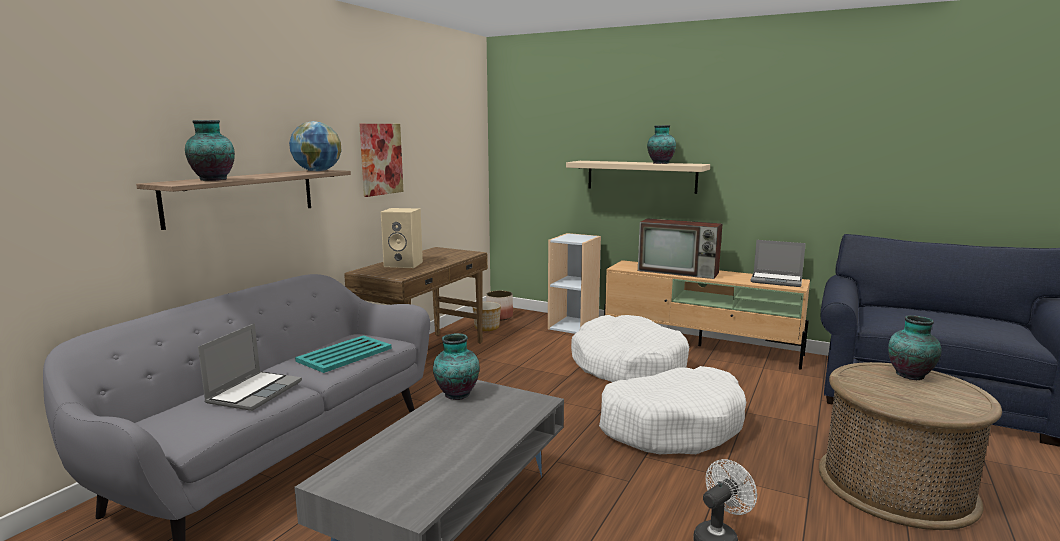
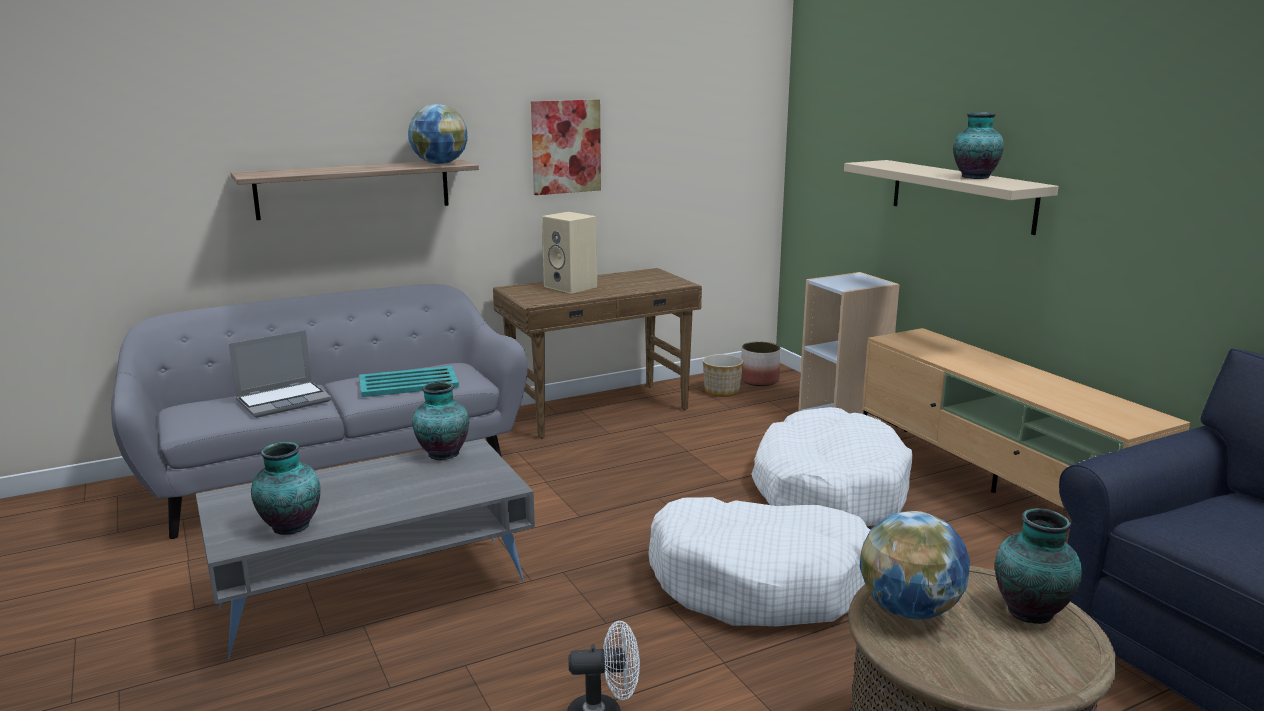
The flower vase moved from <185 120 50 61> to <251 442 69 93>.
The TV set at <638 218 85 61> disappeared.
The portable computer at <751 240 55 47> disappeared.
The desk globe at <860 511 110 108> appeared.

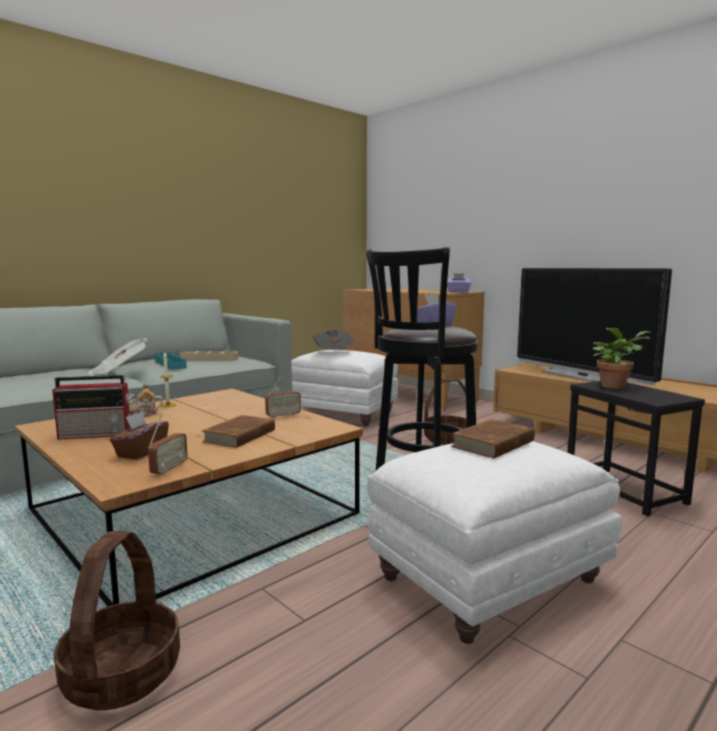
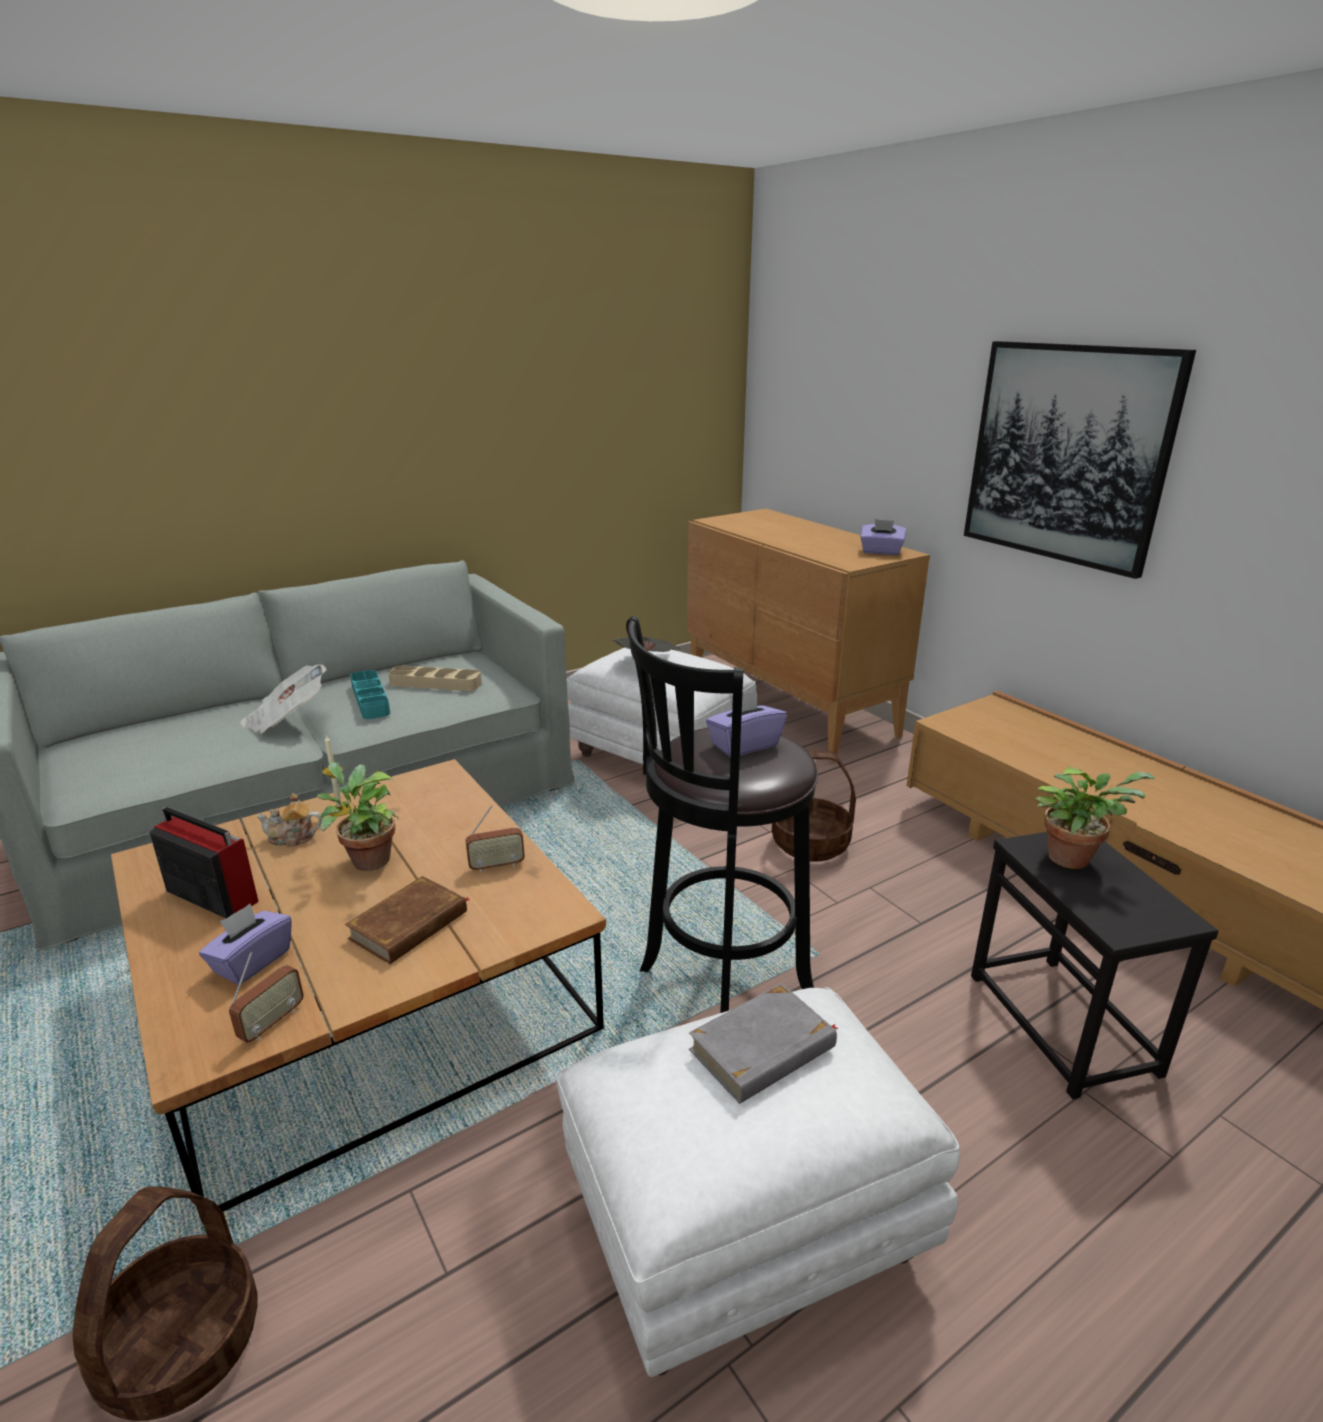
The radio at <52 375 80 65> turned 150 degrees counterclockwise.
The brown tissue box at <110 411 59 49> became the purple tissue box at <199 904 93 81>.
The brown book at <451 419 84 40> became the grey book at <689 983 149 121>.
The TV set at <517 268 155 118> disappeared.
The plant in a pot at <317 762 82 109> appeared.
The picture at <964 341 232 238> appeared.

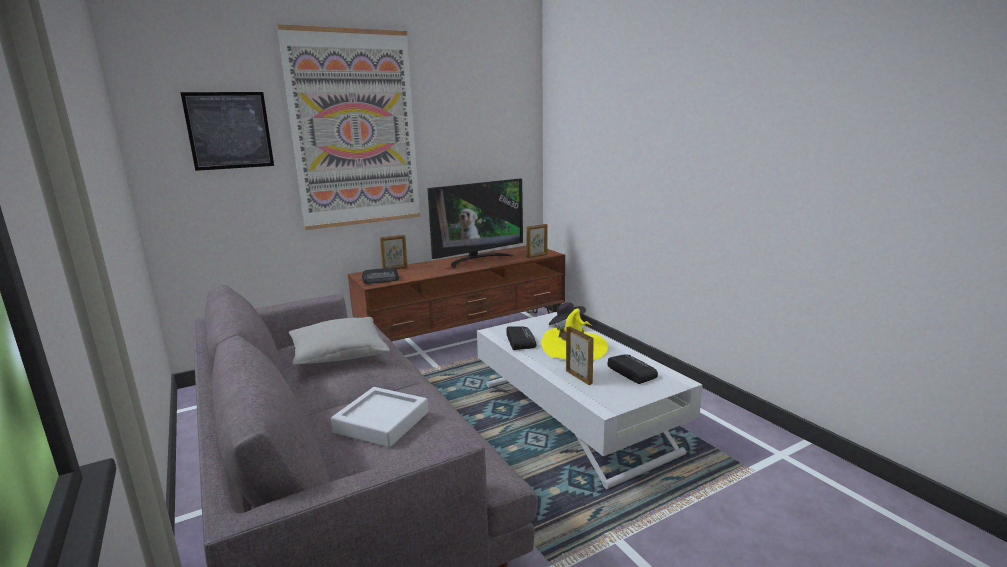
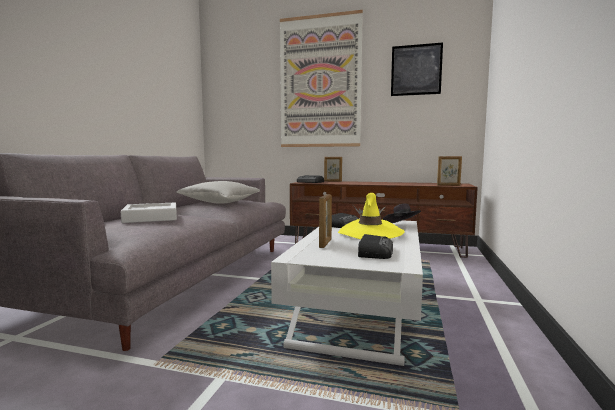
The picture moved from <180 92 94 79> to <391 43 52 53>.
The TV set at <427 178 96 90> disappeared.

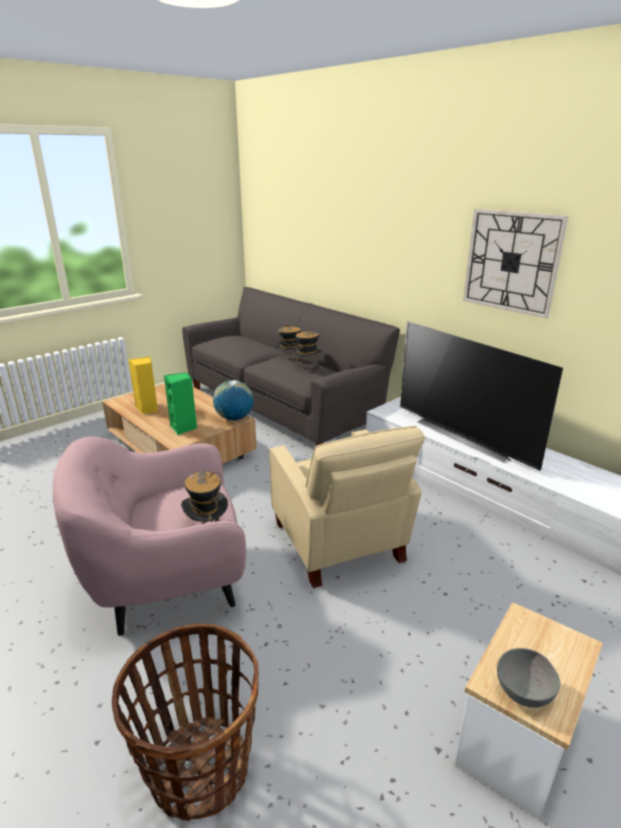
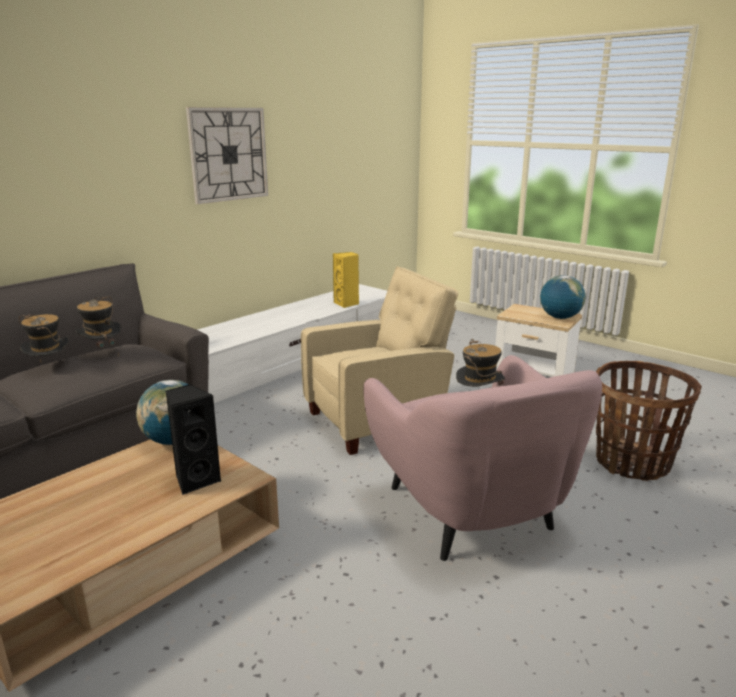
The yellow-coloured speaker moved from <128 356 29 58> to <333 252 26 56>.
The greenish speaker at <164 372 33 63> became the blackish speaker at <165 384 57 111>.
The TV set at <400 321 163 150> disappeared.
The grey serving bowl at <497 648 63 60> was replaced by the desk globe at <540 275 45 44>.

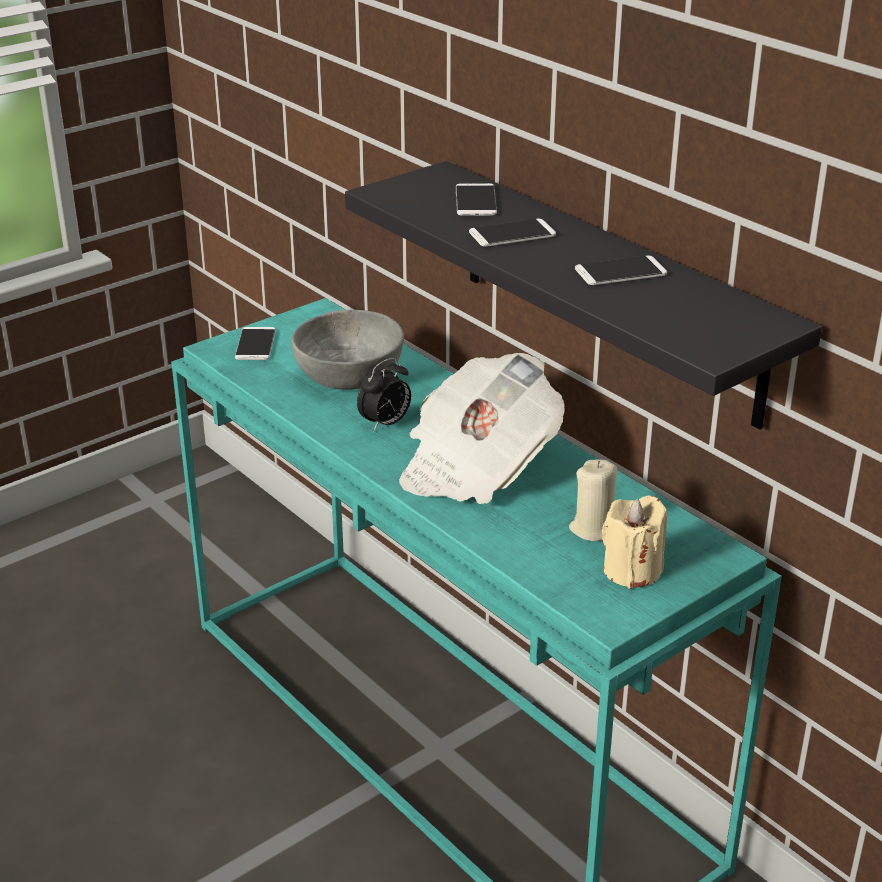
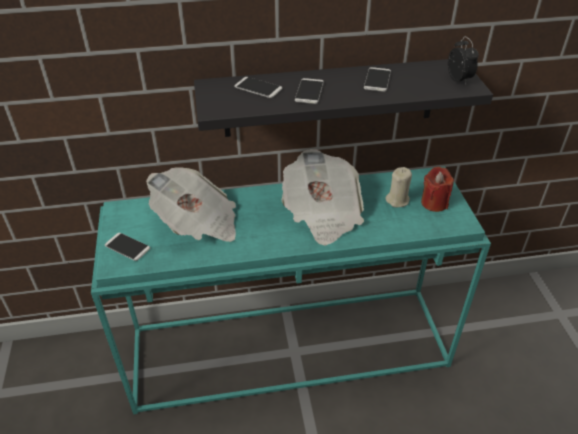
The grey serving bowl at <291 310 113 80> was replaced by the newspaper at <146 167 90 75>.
The table clock moved from <357 358 54 73> to <448 36 31 48>.
The sand-coloured candle at <602 495 65 94> became the reddish candle at <421 167 33 45>.

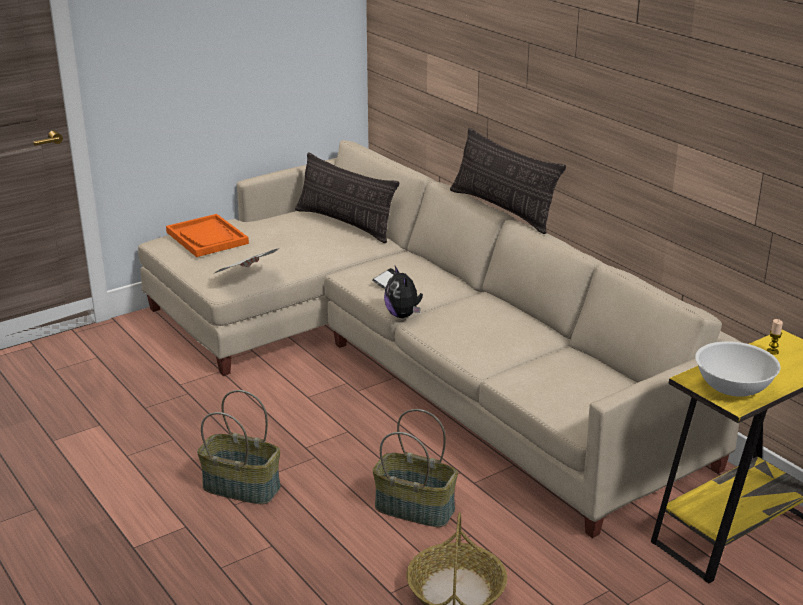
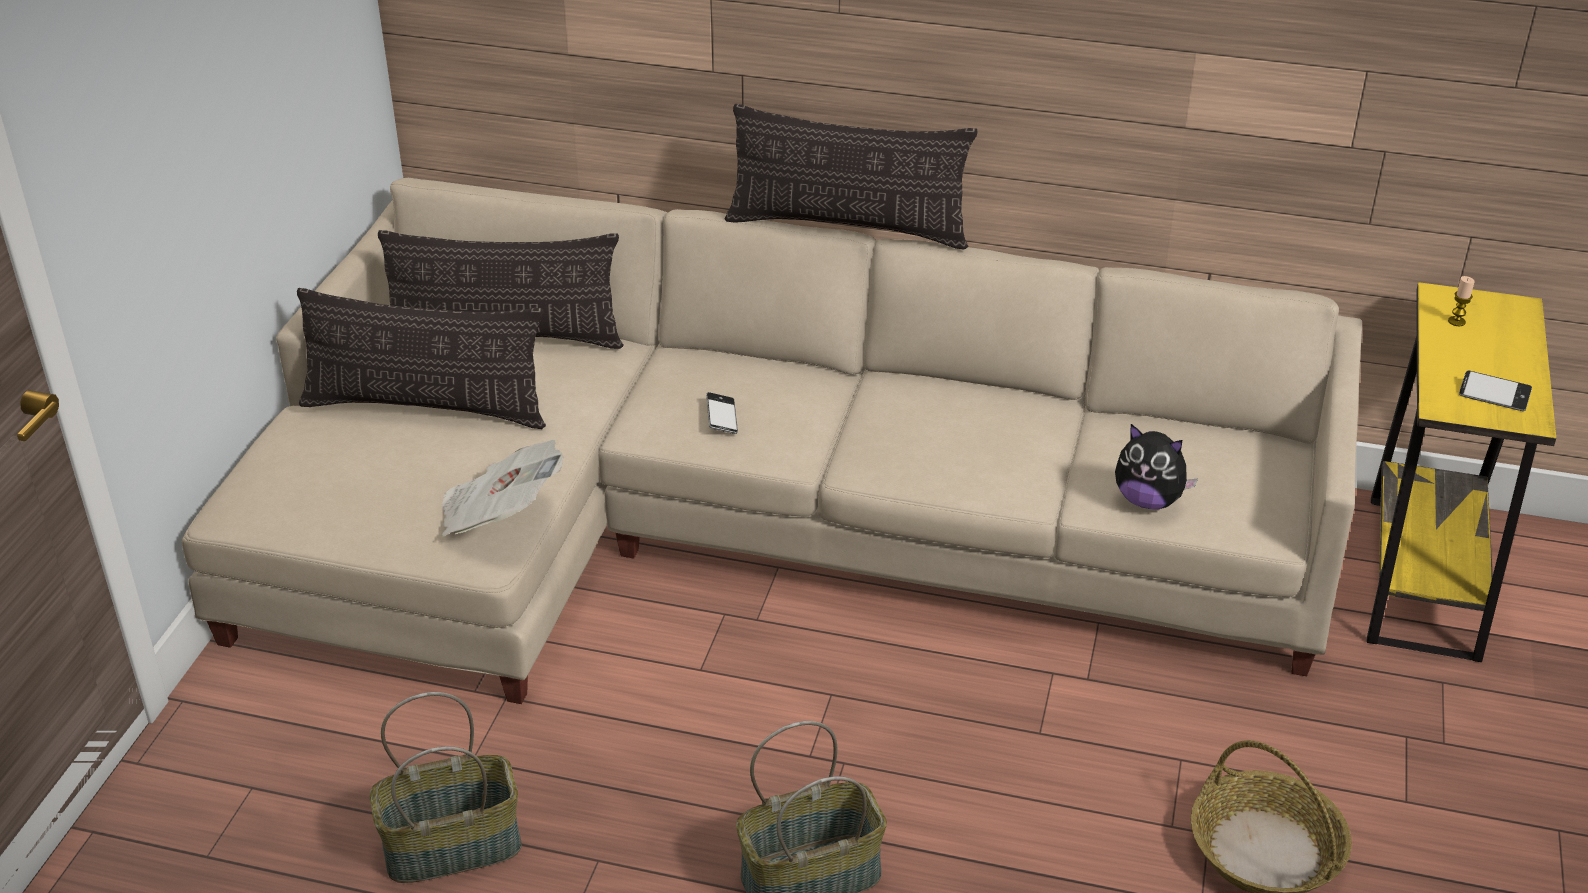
The orangey serving tray at <166 214 83 43> disappeared.
The household basket moved from <373 409 85 118> to <369 692 153 191>.
The soft toy moved from <384 266 39 52> to <1115 424 83 85>.
The white serving bowl at <695 341 86 56> was replaced by the handset at <1459 370 73 41>.
The cushion at <297 288 249 141> appeared.

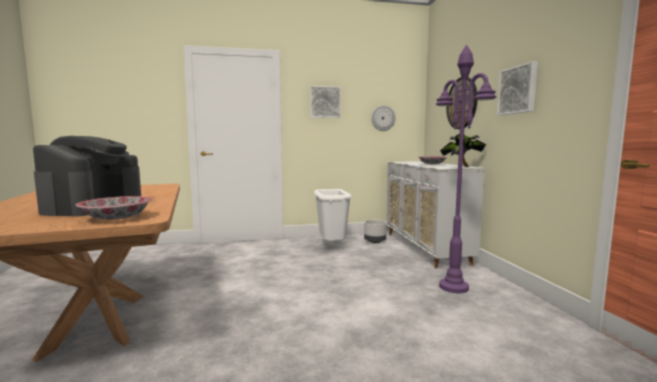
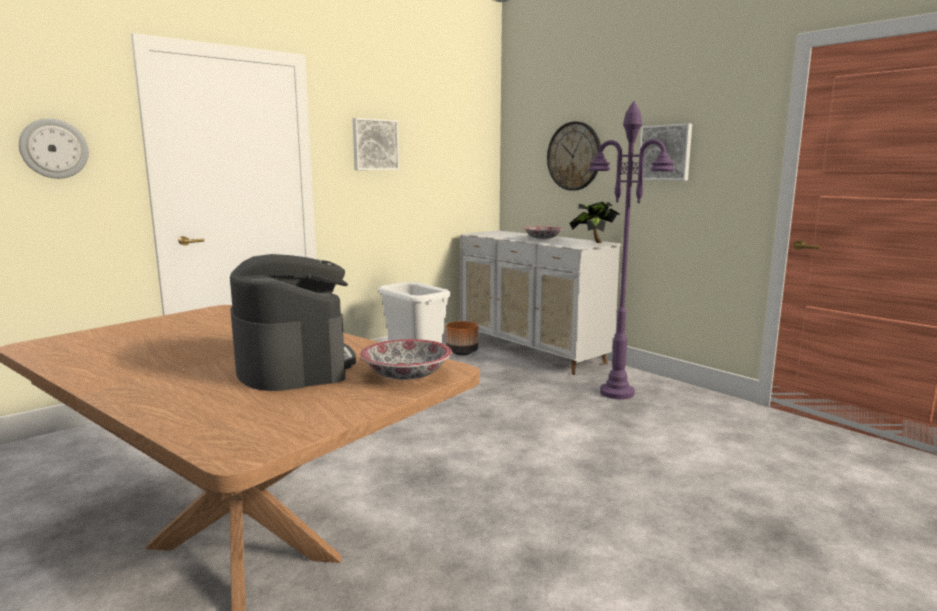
The grey flower pot at <364 220 23 23> became the orangey flower pot at <446 321 32 34>.
The clock on the wall moved from <371 105 24 26> to <19 118 70 61>.

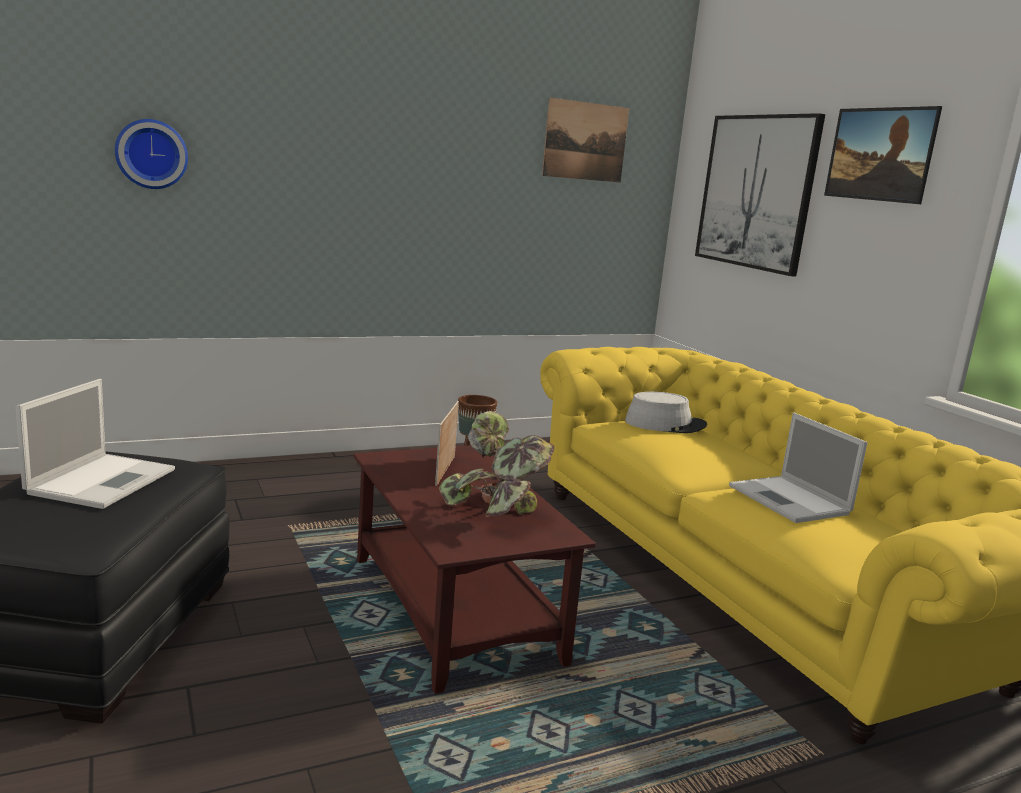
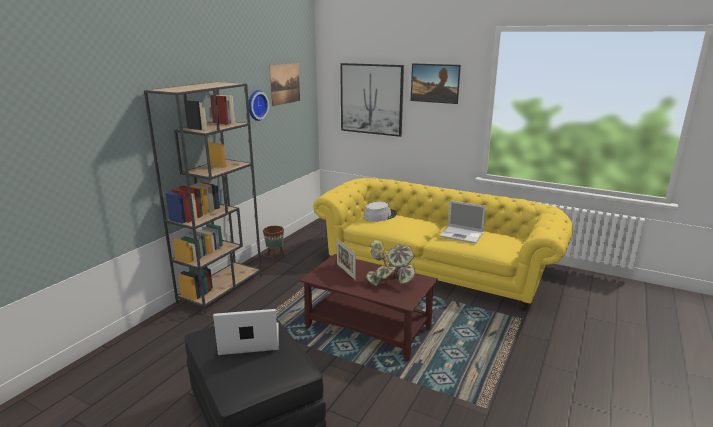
The portable computer at <16 379 159 130> turned 75 degrees counterclockwise.
The clock on the wall moved from <115 119 73 70> to <249 90 20 31>.
The shelving unit at <144 82 118 232> appeared.

